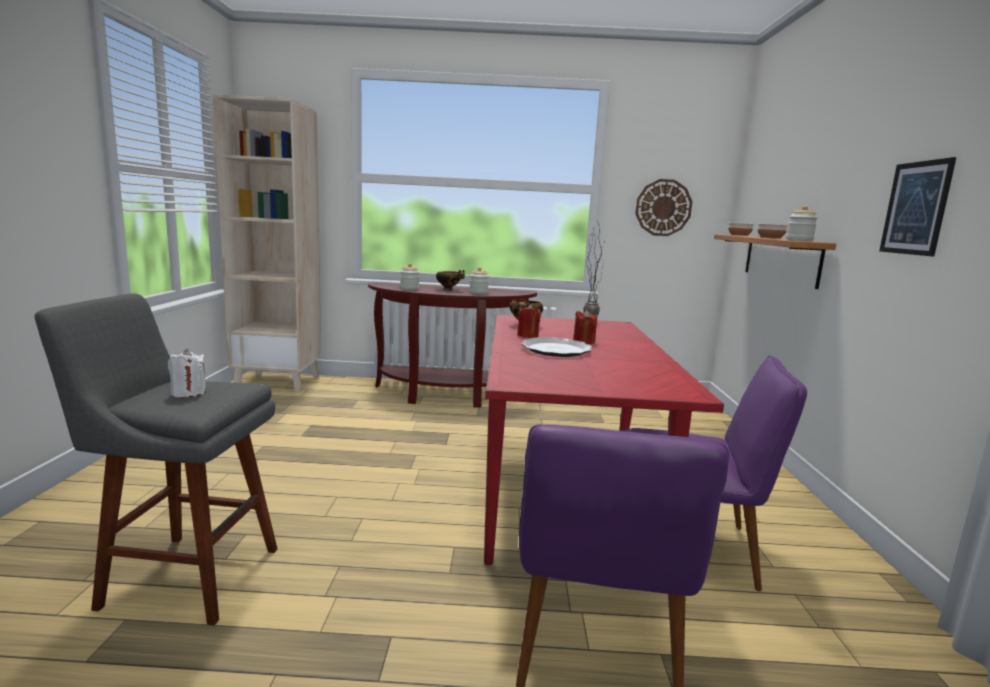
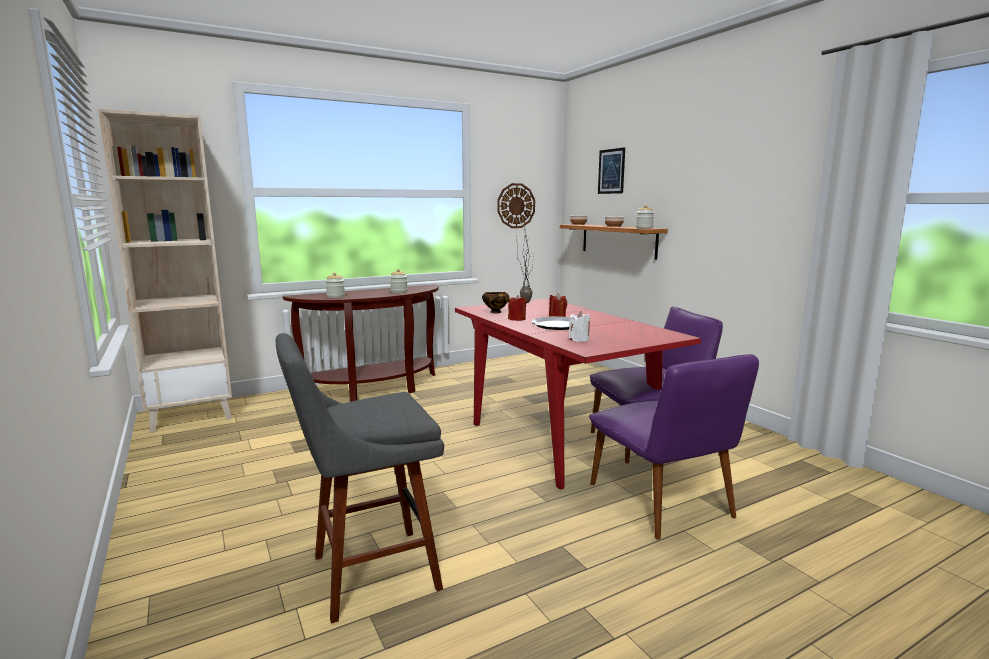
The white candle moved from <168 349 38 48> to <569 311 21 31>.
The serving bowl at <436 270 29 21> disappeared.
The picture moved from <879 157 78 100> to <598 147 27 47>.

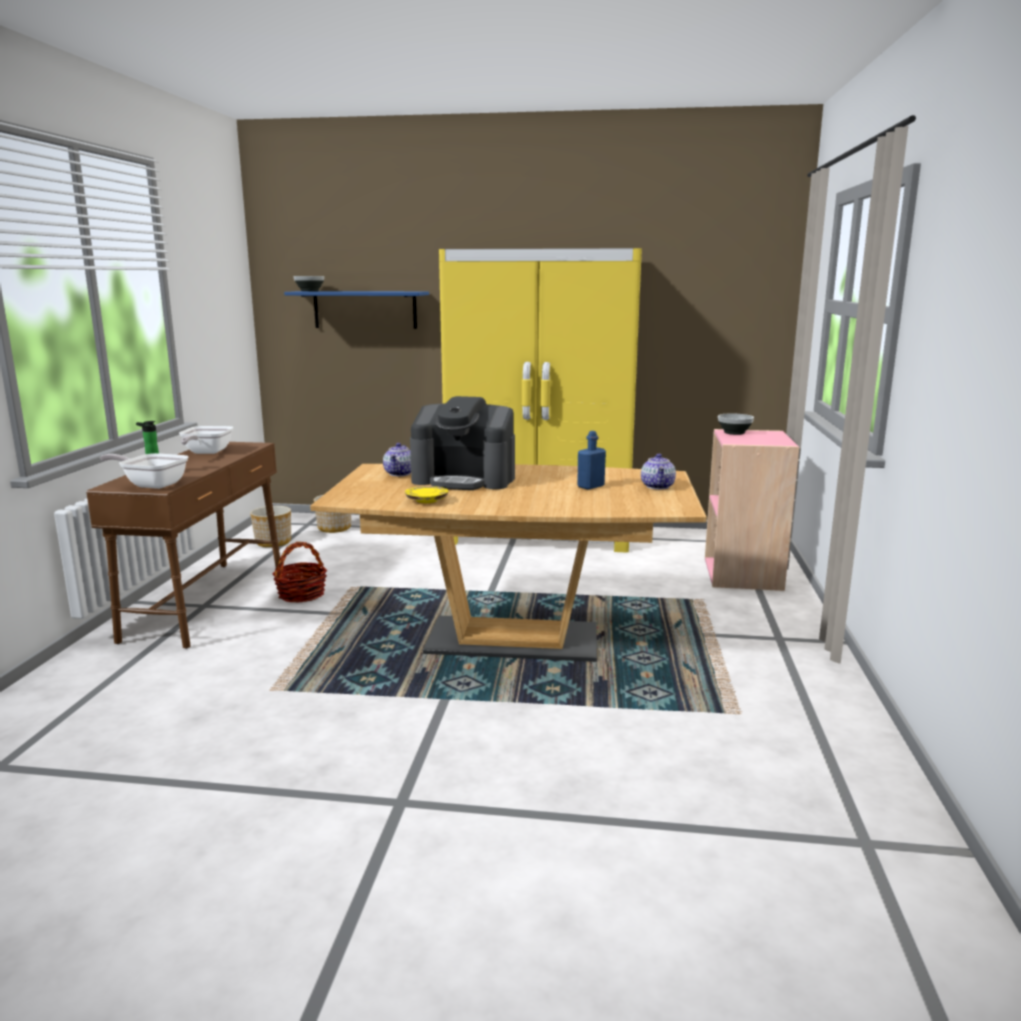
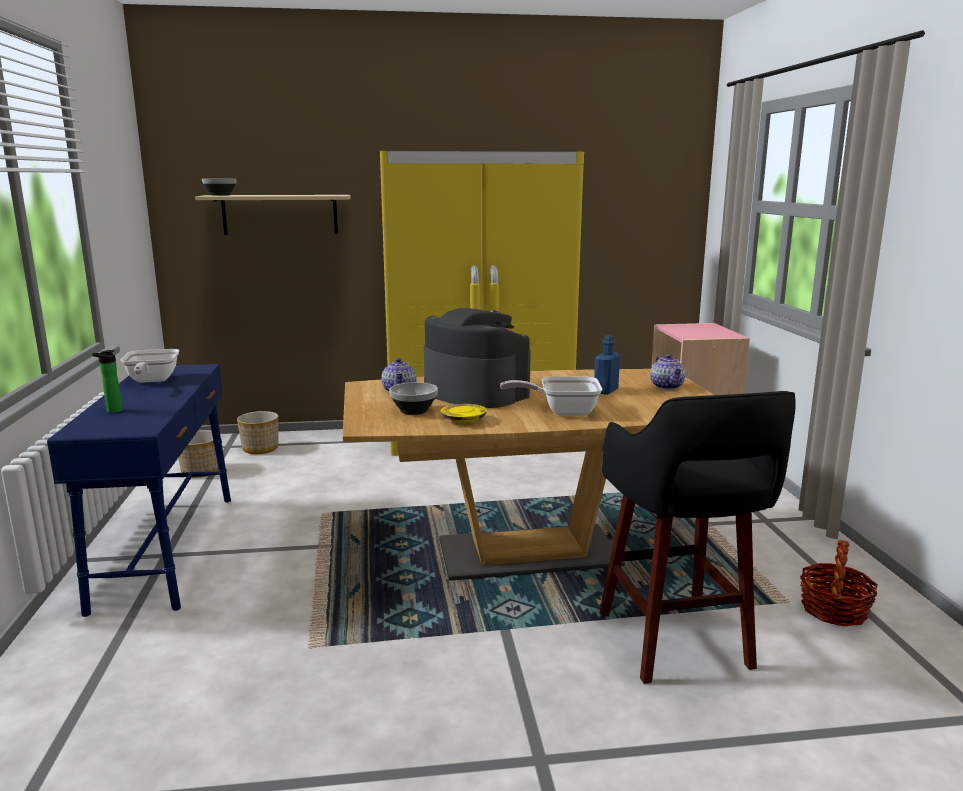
The brown console table at <86 442 195 207> became the bluish console table at <47 364 184 253>.
The pan moved from <100 453 89 36> to <500 376 102 40>.
The household basket moved from <273 542 54 61> to <800 540 78 87>.
The bluish bracket shelf at <284 291 145 38> became the sand-coloured bracket shelf at <195 195 156 40>.
The coffee machine at <410 396 105 94> turned 135 degrees counterclockwise.
The serving bowl moved from <718 413 36 22> to <389 382 49 33>.
The blackish sitting stool at <599 391 197 293> appeared.

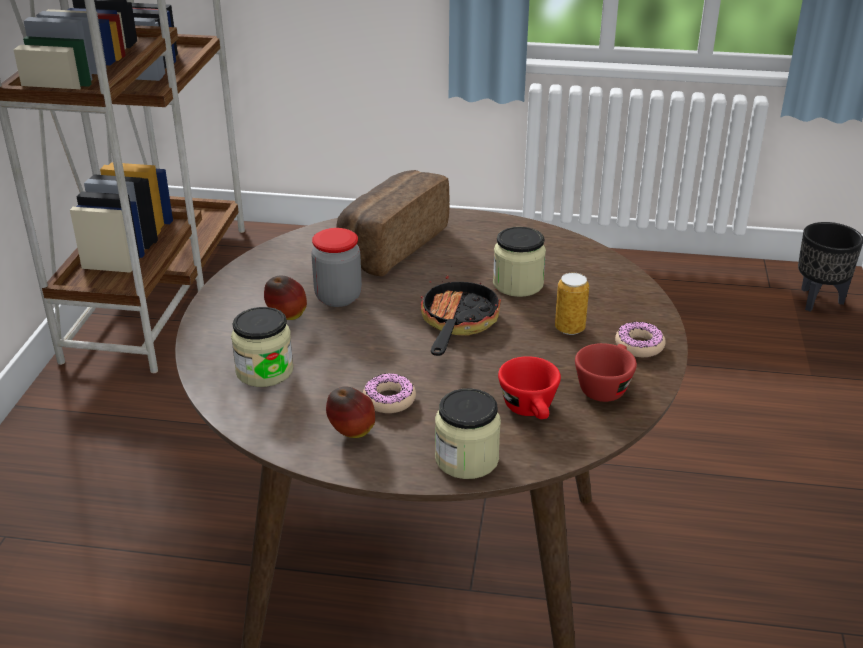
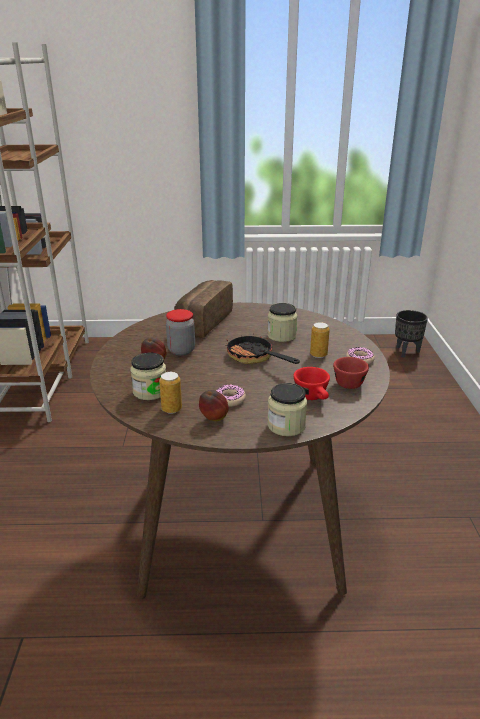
The pan at <421 276 80 80> turned 45 degrees counterclockwise.
The can at <159 372 23 42> appeared.

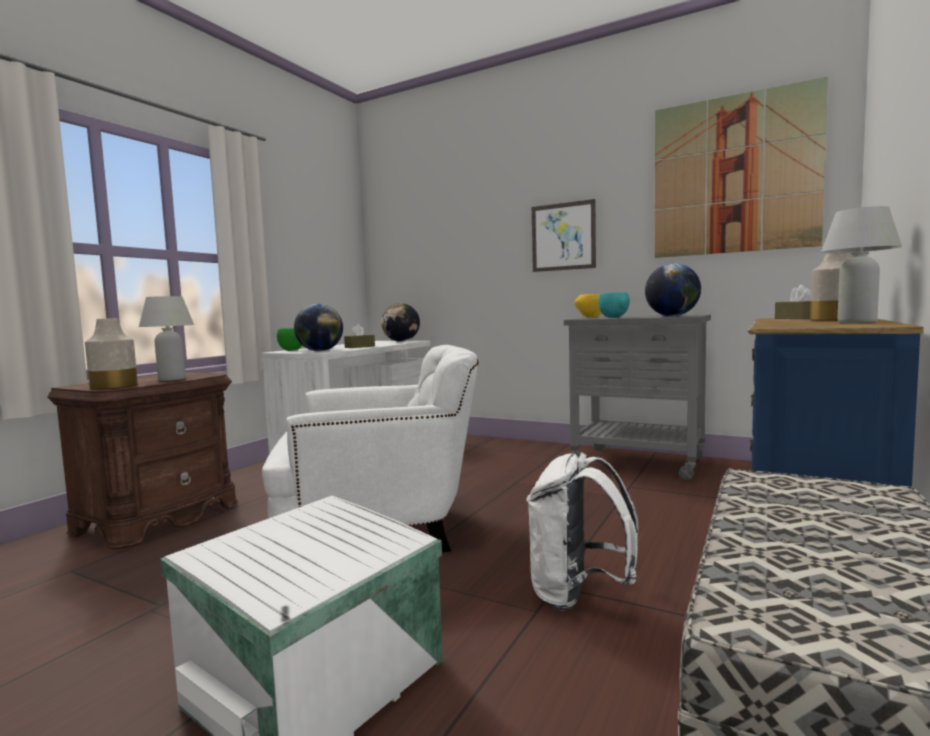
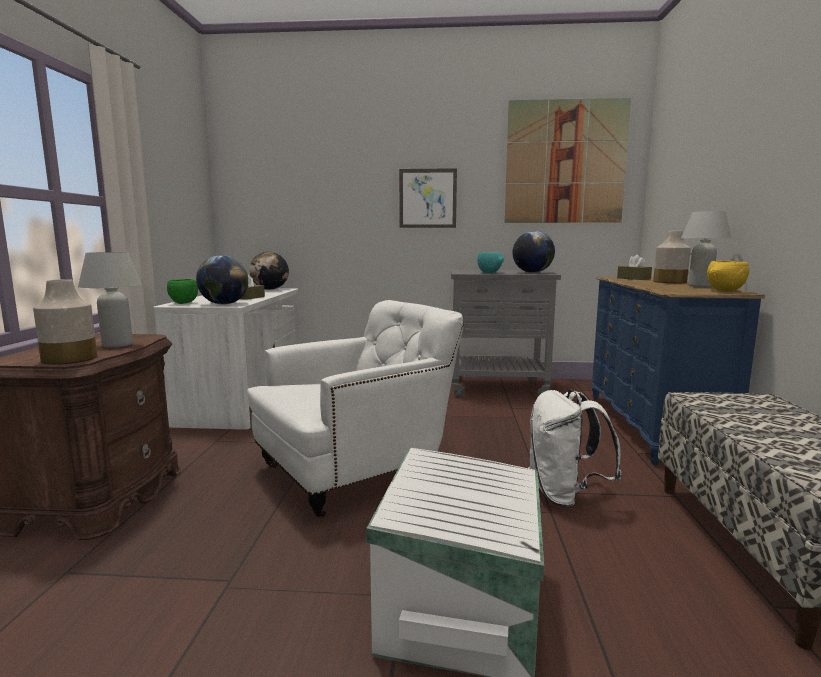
The yellow-coloured serving bowl moved from <574 294 28 24> to <707 261 42 31>.

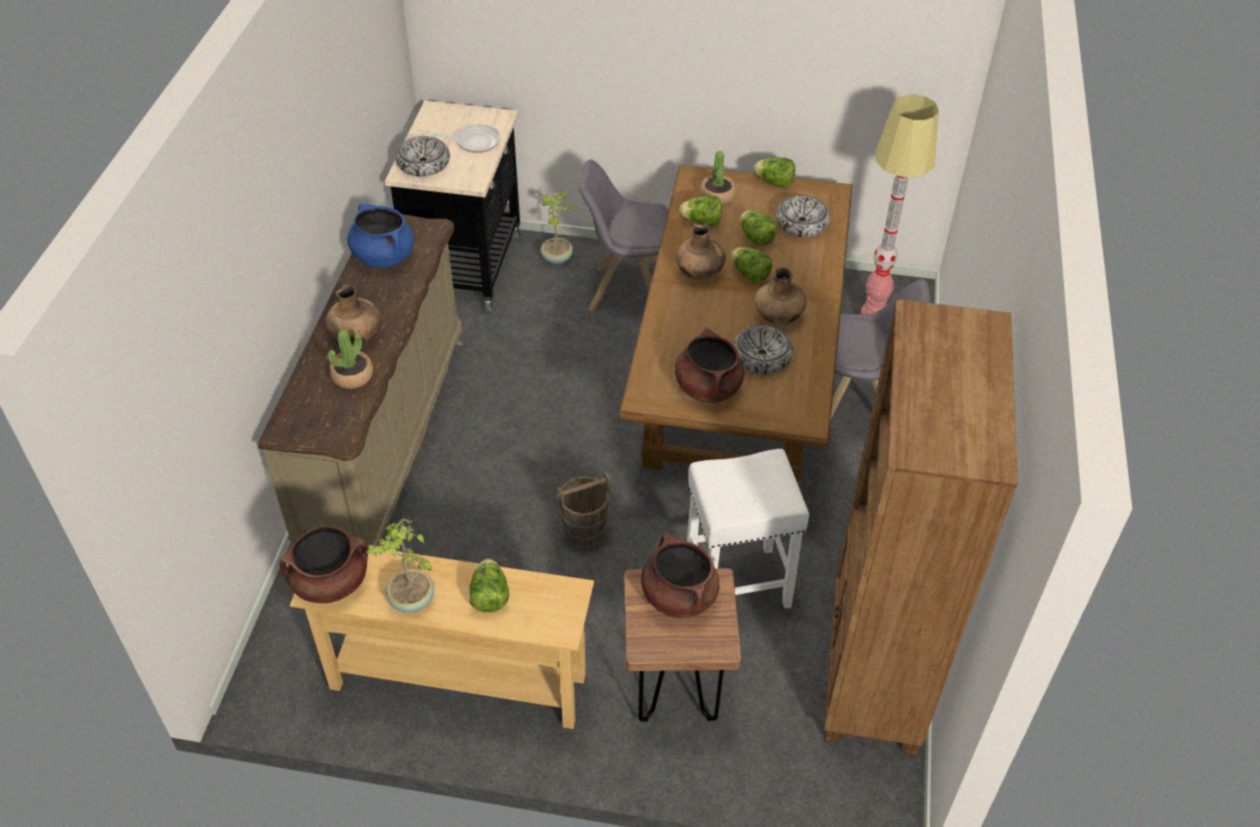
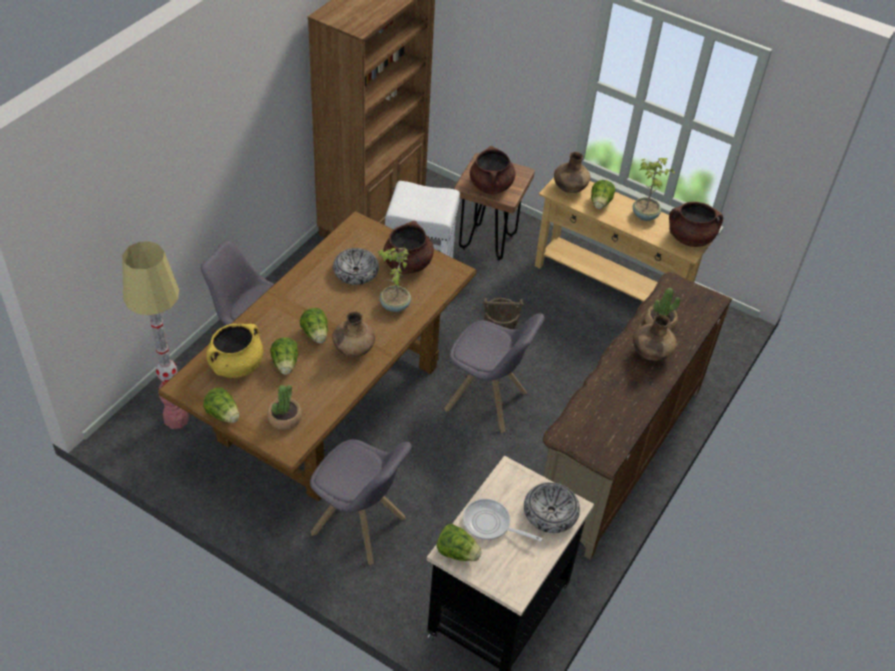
The bluish stockpot at <347 203 67 65> disappeared.
The plant in a pot moved from <541 192 37 72> to <378 248 33 64>.
The lettuce moved from <679 195 43 31> to <437 524 45 37>.
The brown flower vase moved from <755 268 51 56> to <554 152 36 41>.
The serving bowl at <776 195 54 42> was replaced by the yellow-coloured stockpot at <206 324 57 54>.
The grey chair at <444 313 101 120> appeared.

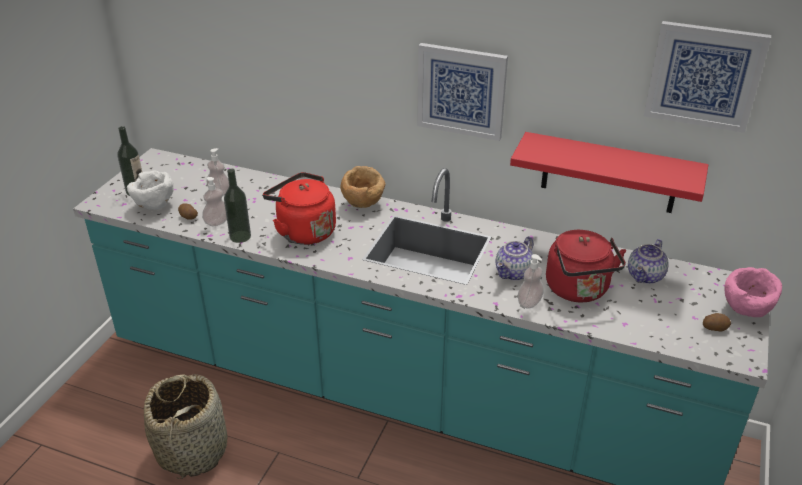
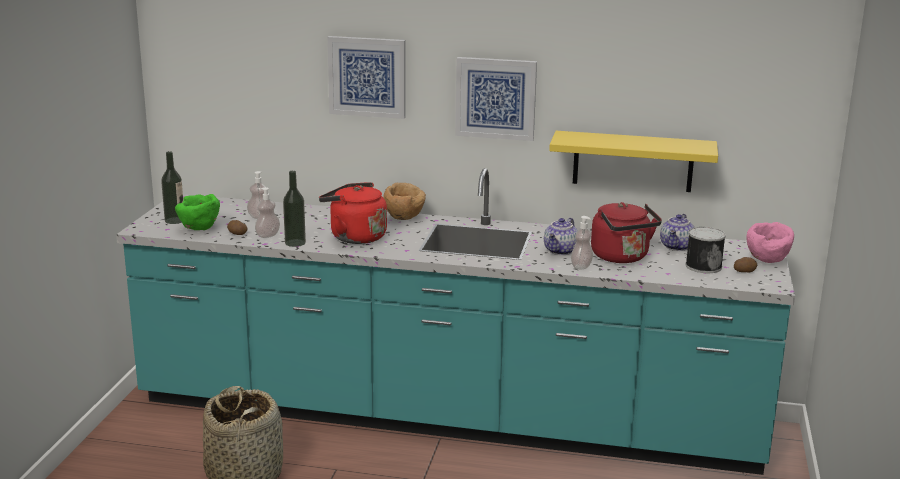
The white serving bowl at <127 170 47 40> became the greenish serving bowl at <175 194 45 36>.
The reddish bracket shelf at <510 132 199 81> became the yellow-coloured bracket shelf at <549 131 169 61>.
The picture moved from <644 21 127 112> to <327 36 79 83>.
The can at <686 227 40 46> appeared.

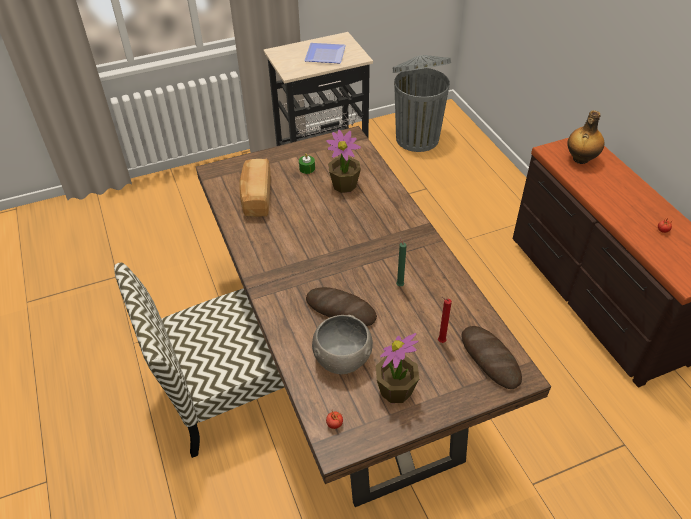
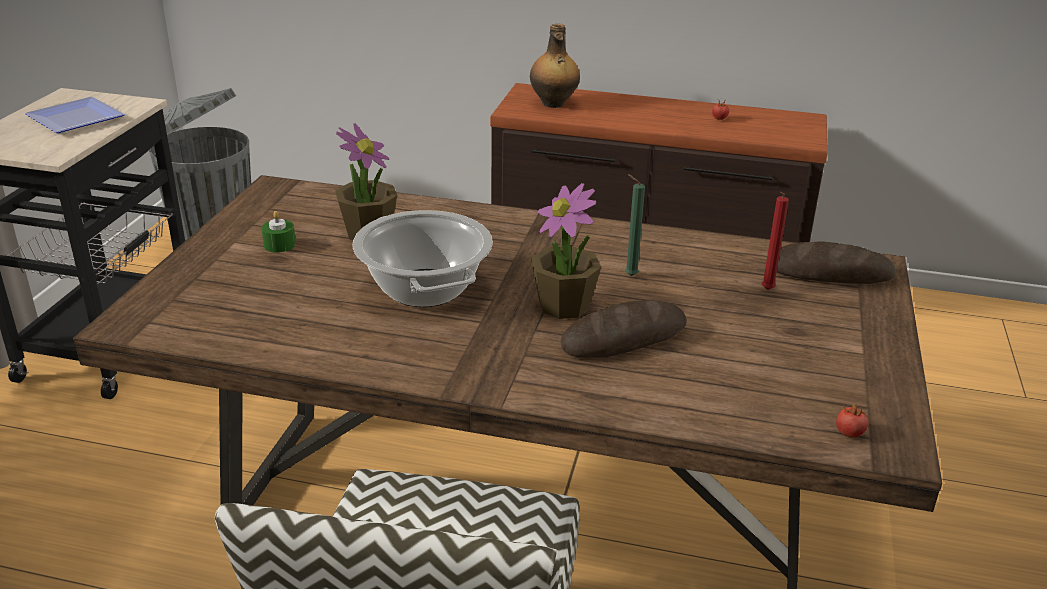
The bakery bread at <239 159 32 58> disappeared.
The grey serving bowl at <312 315 61 59> disappeared.
The plant in a pot moved from <376 333 43 70> to <531 183 70 136>.
The stockpot at <352 210 141 97> appeared.

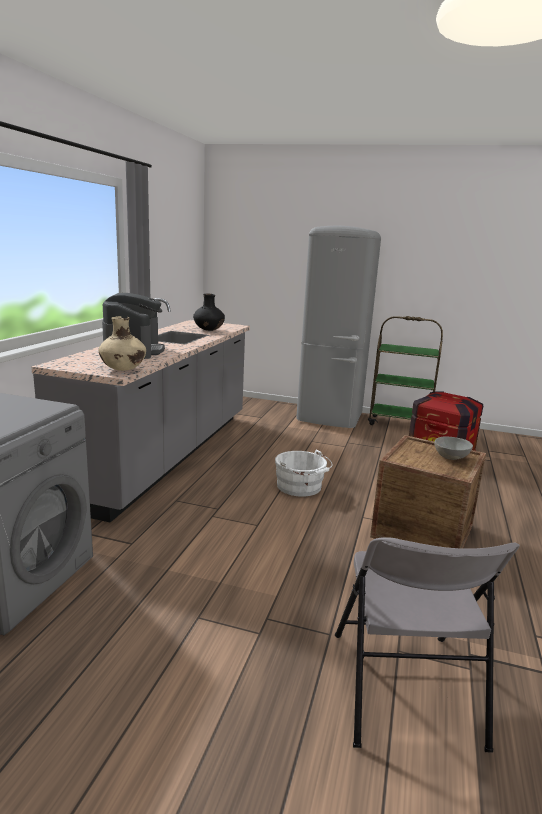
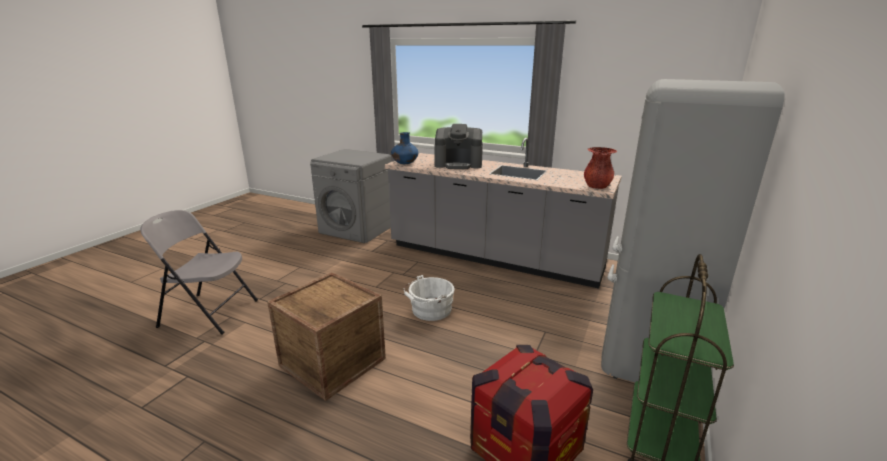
The sand-coloured flower vase at <99 316 47 55> became the bluish flower vase at <391 132 28 32>.
The blackish flower vase at <193 294 32 37> disappeared.
The grey serving bowl at <434 437 39 23> disappeared.
The reddish flower vase at <584 147 33 42> appeared.

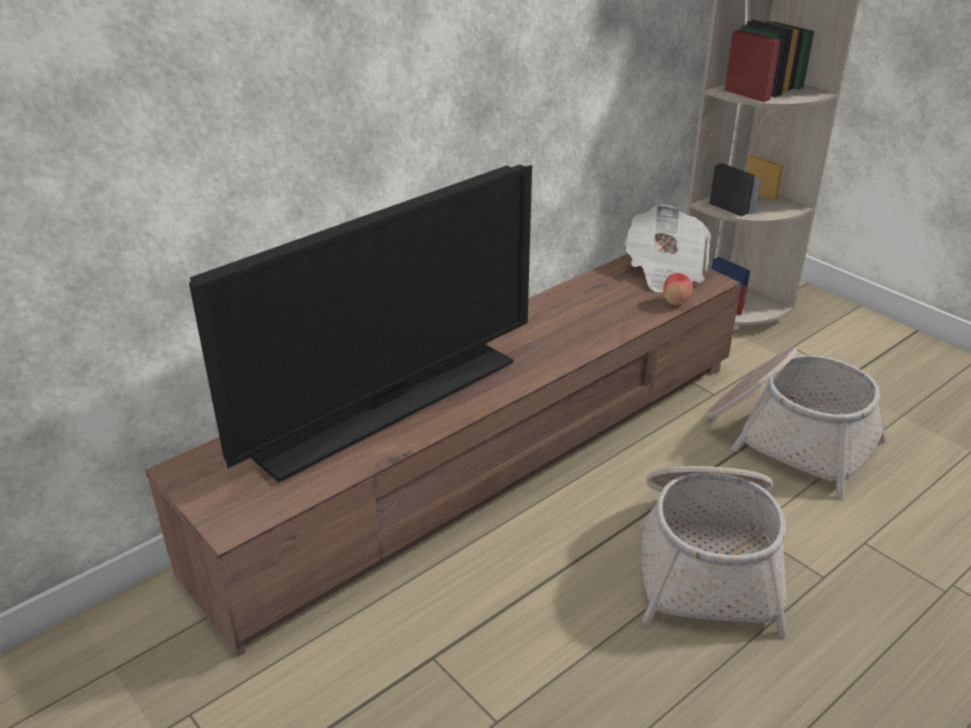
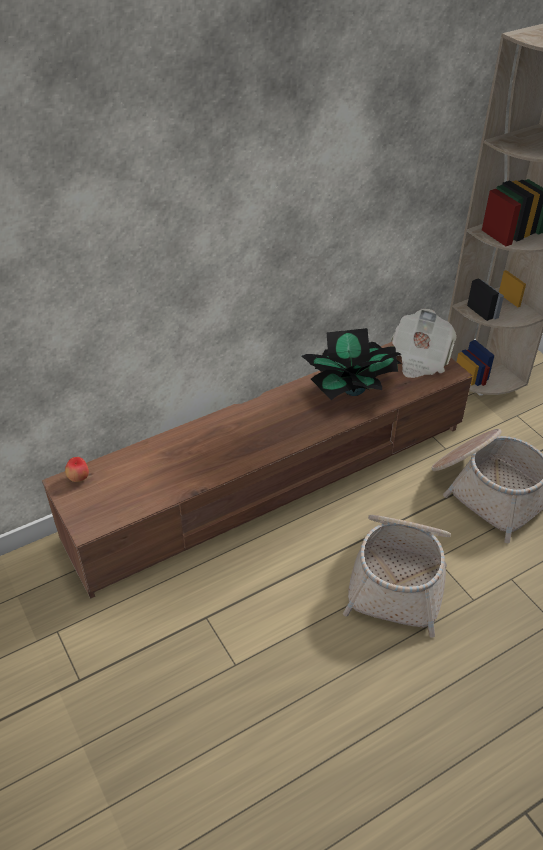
The TV set at <189 165 343 317> disappeared.
The whole apple moved from <663 273 30 32> to <65 457 24 25>.
The plant in a pot at <301 328 101 72> appeared.

